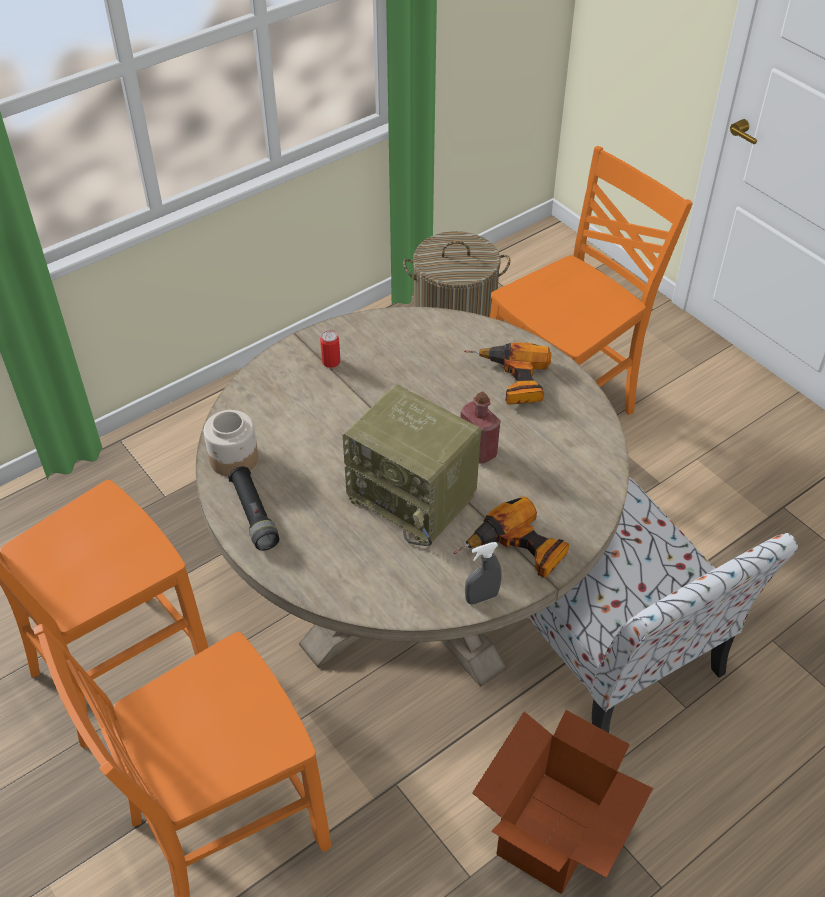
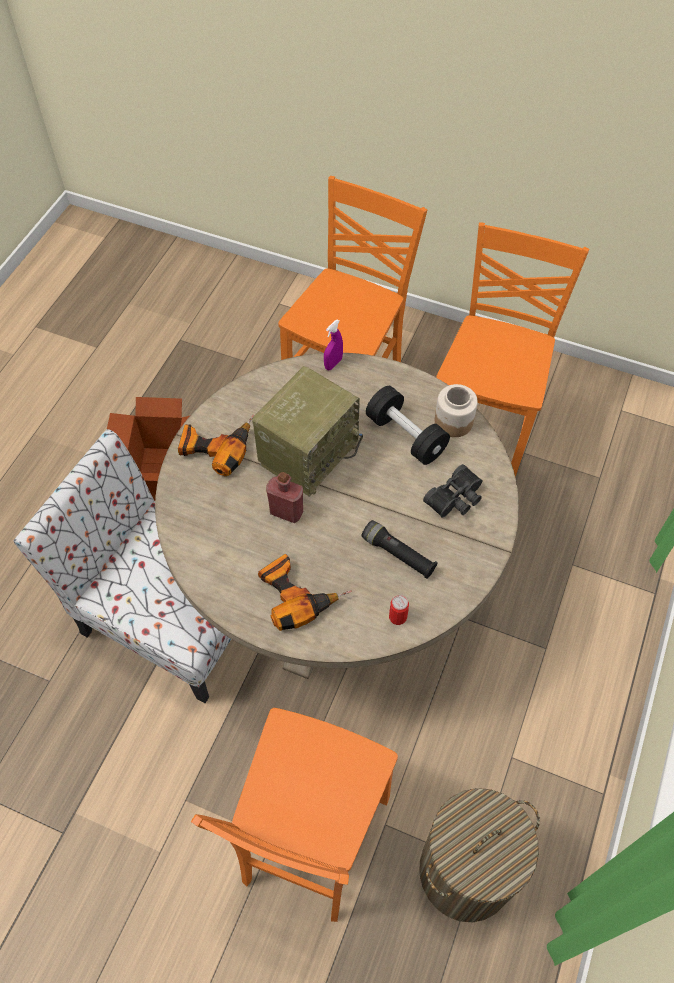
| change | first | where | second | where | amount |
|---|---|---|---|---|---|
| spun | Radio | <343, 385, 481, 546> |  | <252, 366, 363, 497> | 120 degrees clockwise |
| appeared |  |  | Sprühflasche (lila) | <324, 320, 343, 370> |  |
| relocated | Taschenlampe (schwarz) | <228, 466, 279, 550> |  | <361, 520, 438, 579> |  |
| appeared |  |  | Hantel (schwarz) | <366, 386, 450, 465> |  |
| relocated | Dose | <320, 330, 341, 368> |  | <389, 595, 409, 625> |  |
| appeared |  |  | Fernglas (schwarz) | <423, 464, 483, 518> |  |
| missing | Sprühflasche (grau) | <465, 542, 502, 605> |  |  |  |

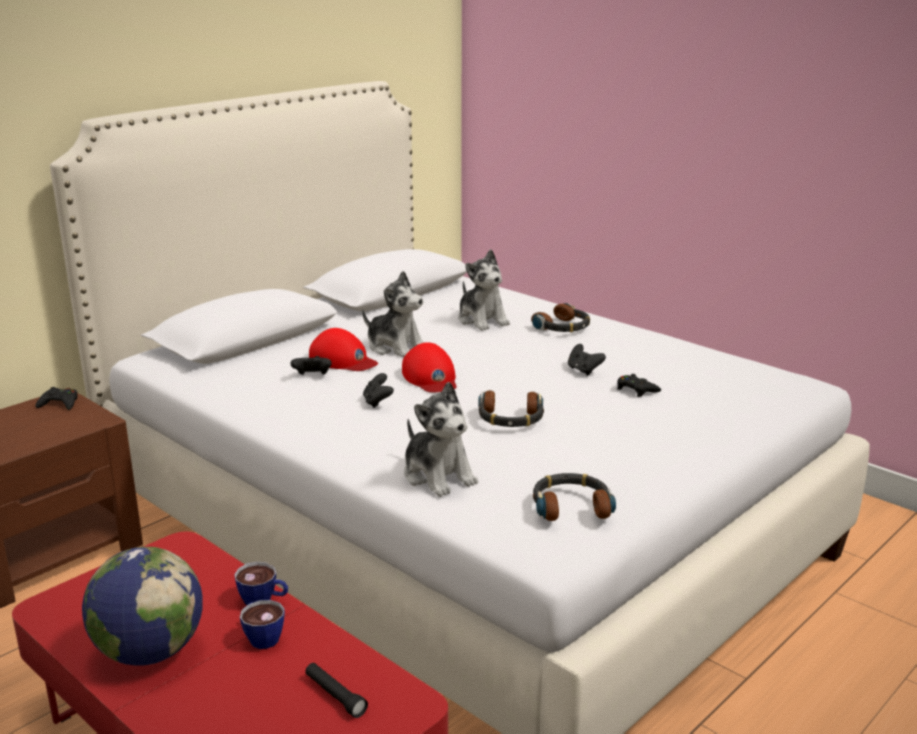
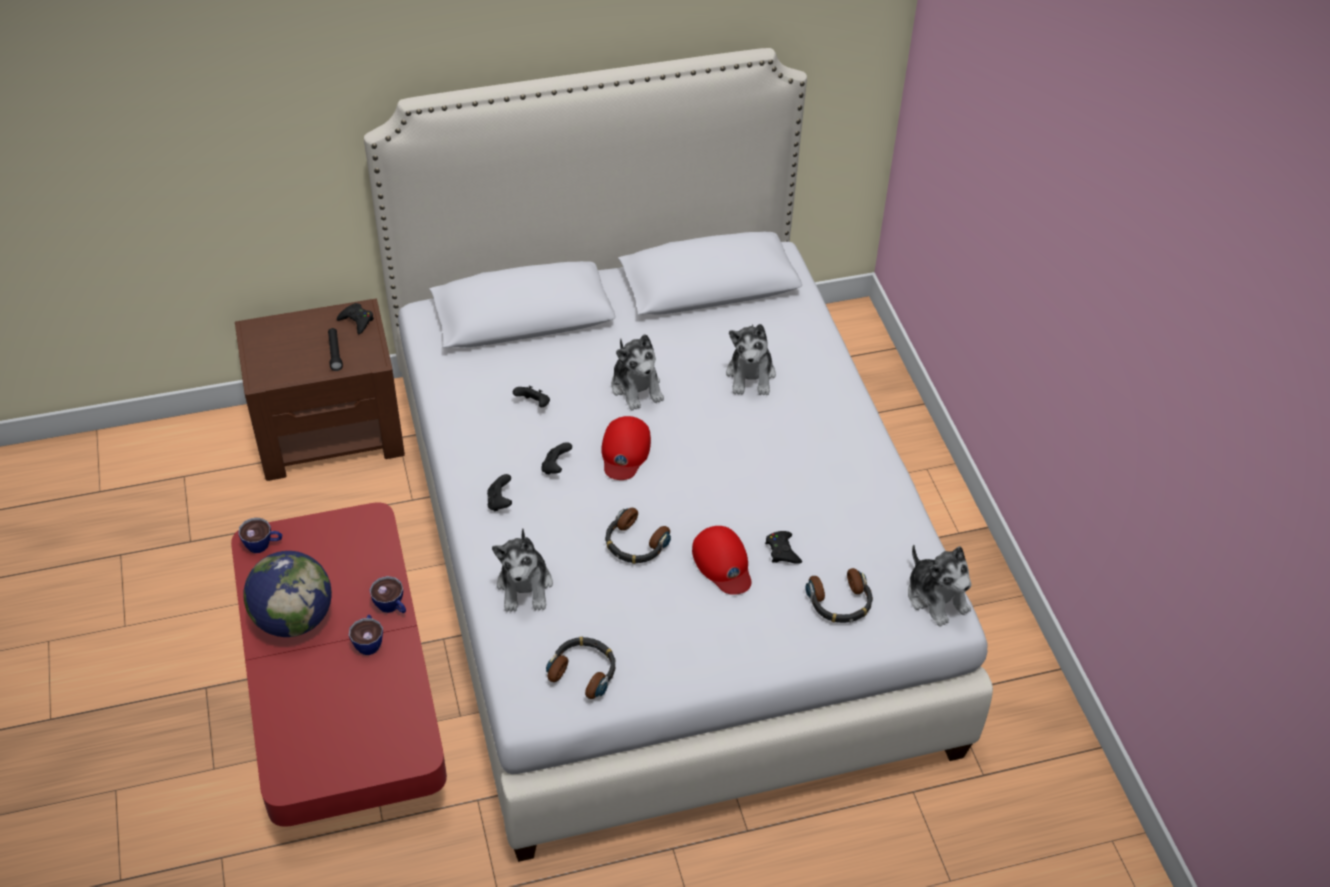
| change | first | where | second | where | amount |
|---|---|---|---|---|---|
| appeared |  |  | Tasse | <238, 518, 282, 553> |  |
| relocated | Taschenlampe (schwarz) | <305, 663, 368, 718> |  | <328, 328, 343, 371> |  |
| relocated | Gamepad (schwarz) | <568, 344, 606, 376> |  | <487, 474, 512, 511> |  |
| relocated | Kappe (rot) | <309, 328, 378, 371> |  | <692, 526, 752, 595> |  |
| relocated | Kopfhörer | <531, 303, 590, 332> |  | <805, 568, 873, 623> |  |
| appeared |  |  | Plüschtier | <908, 545, 972, 627> |  |

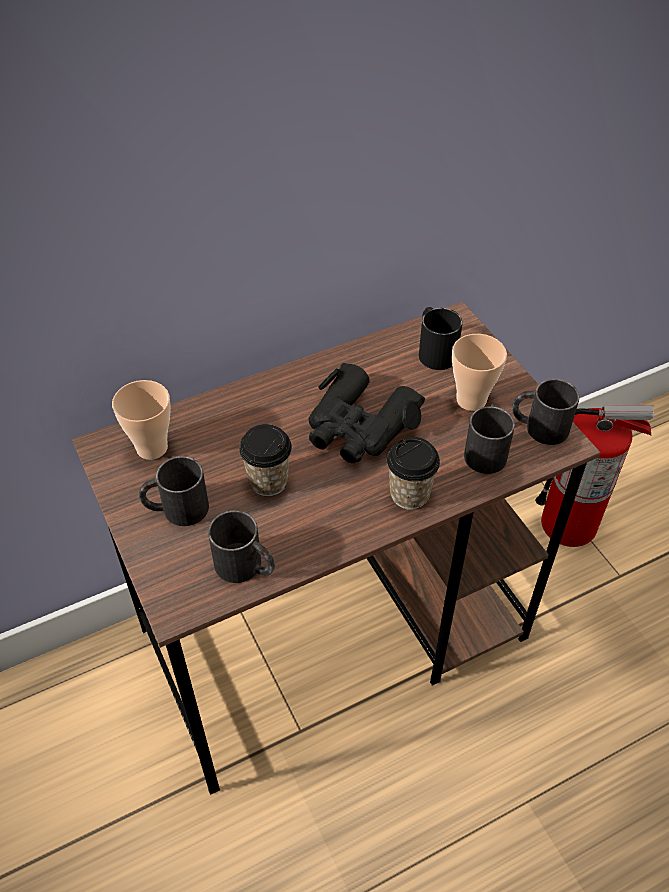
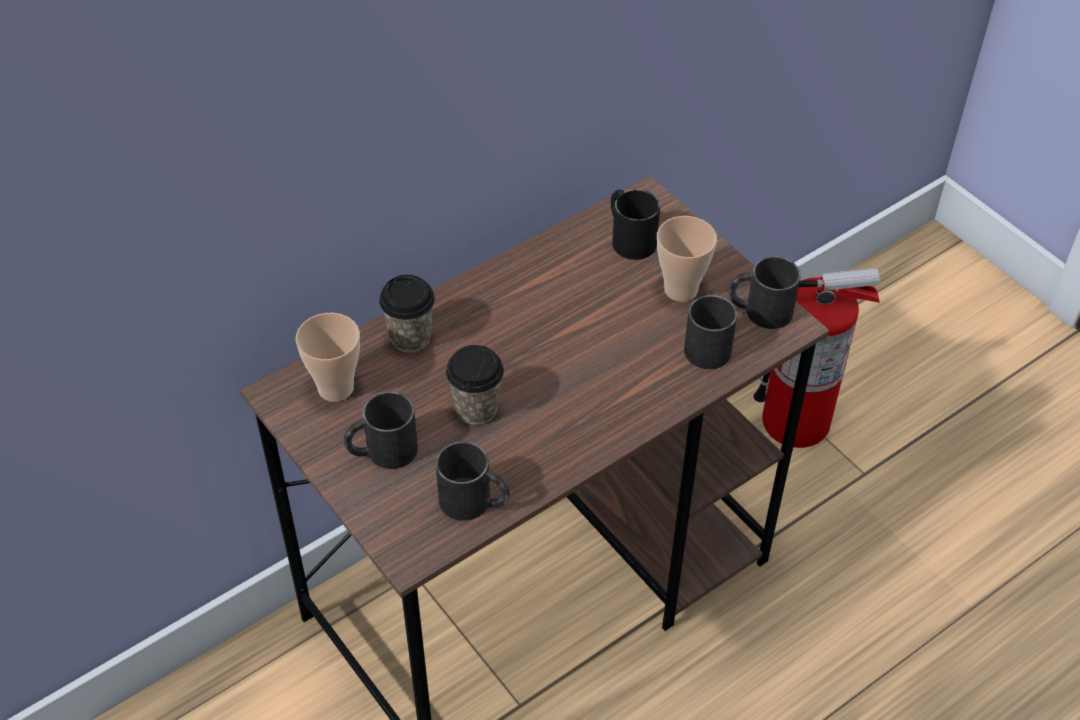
| change | first | where | second | where | amount |
|---|---|---|---|---|---|
| relocated | Tasse | <387, 437, 440, 510> |  | <379, 275, 435, 353> |  |
| missing | Fernglas (schwarz) | <308, 363, 425, 463> |  |  |  |

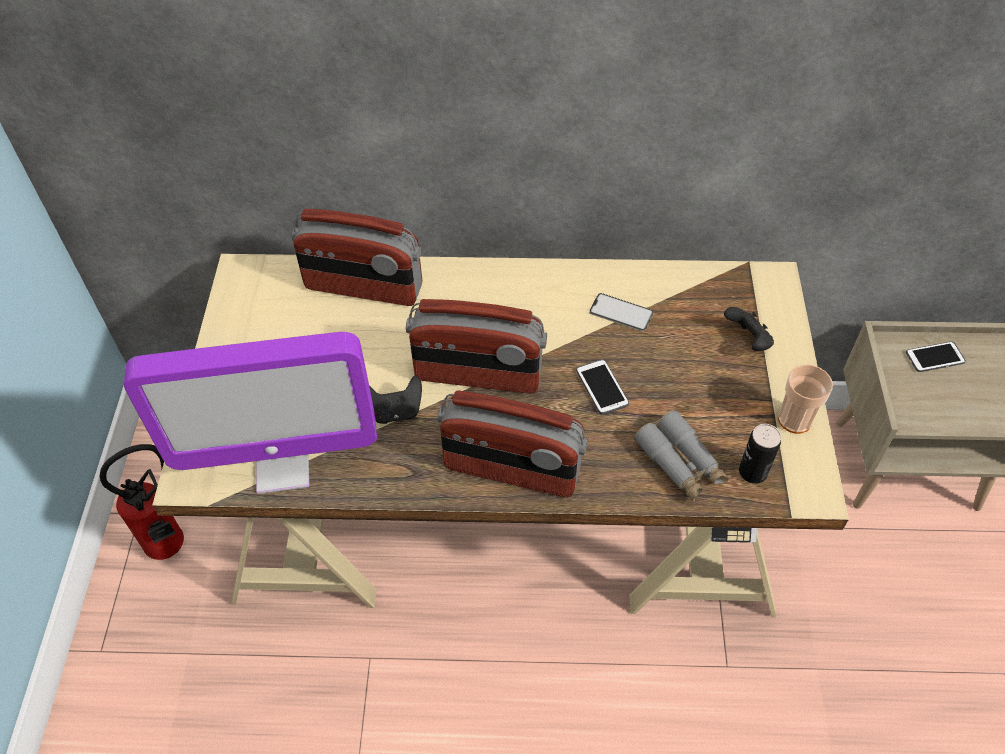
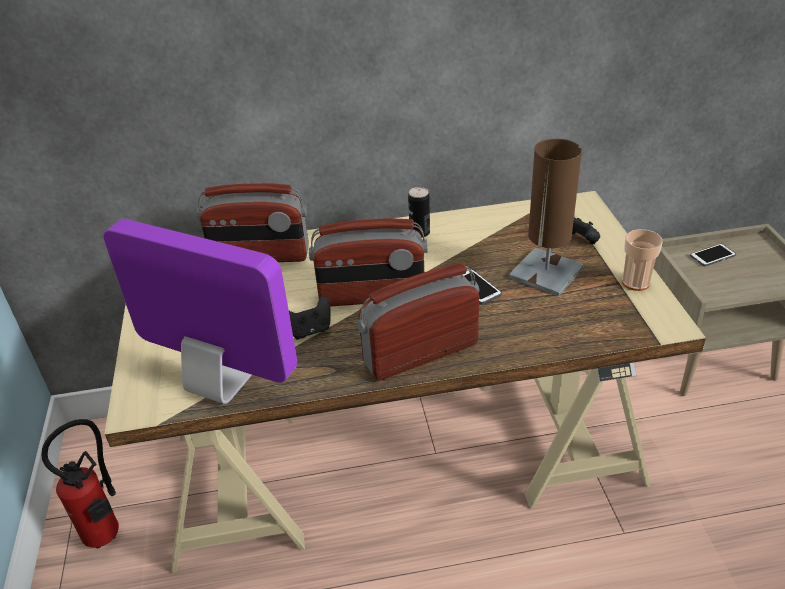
| change | first | where | second | where | amount |
|---|---|---|---|---|---|
| spun | Monitor | <124, 332, 377, 494> |  | <103, 219, 297, 404> | 135 degrees counterclockwise |
| spun | Radio | <437, 390, 588, 497> |  | <357, 263, 479, 380> | 150 degrees clockwise |
| relocated | Dose | <739, 424, 781, 484> |  | <408, 187, 430, 238> |  |
| appeared |  |  | Tischlampe (braun) | <509, 139, 584, 296> |  |
| missing | Handy | <589, 293, 654, 331> |  |  |  |
| missing | Fernglas (grau) | <635, 410, 729, 502> |  |  |  |

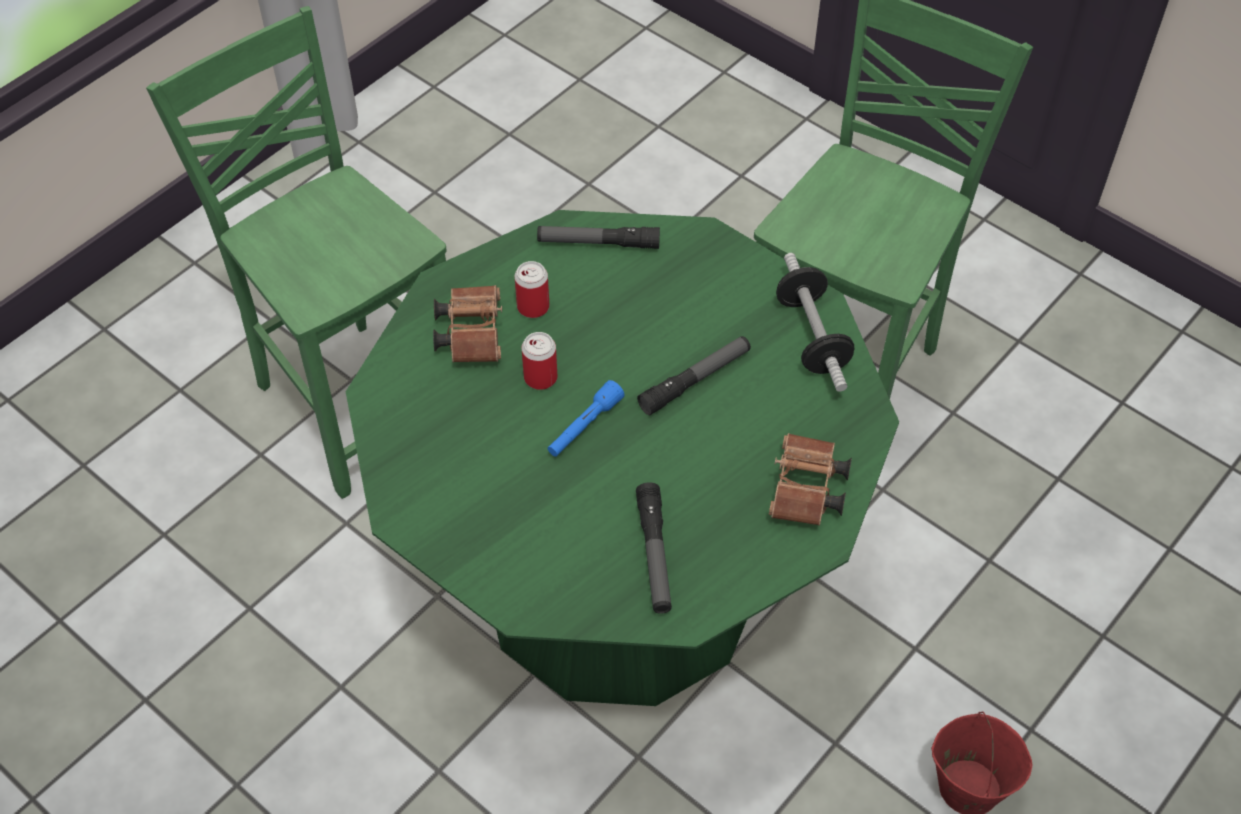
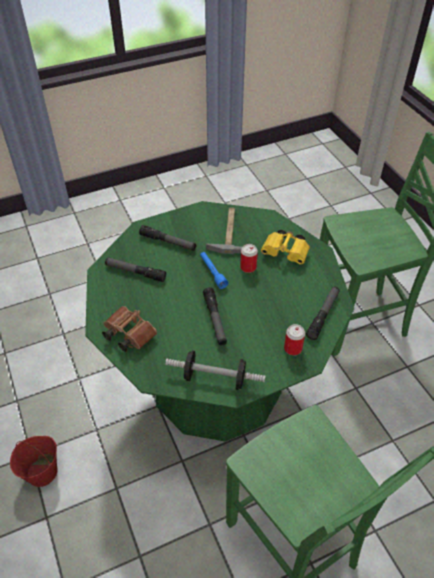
| change | first | where | second | where | amount |
|---|---|---|---|---|---|
| appeared |  |  | Taschenlampe | <139, 225, 196, 251> |  |
| appeared |  |  | Hammer | <206, 208, 243, 254> |  |
| colour | Fernglas (braun) | <433, 285, 502, 362> | Fernglas (gelb) | <261, 230, 310, 264> |  |
| relocated | Dose | <514, 261, 549, 318> |  | <284, 324, 305, 355> |  |

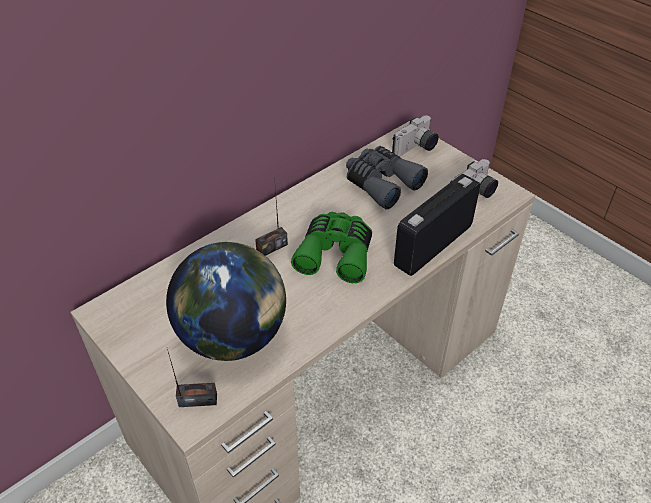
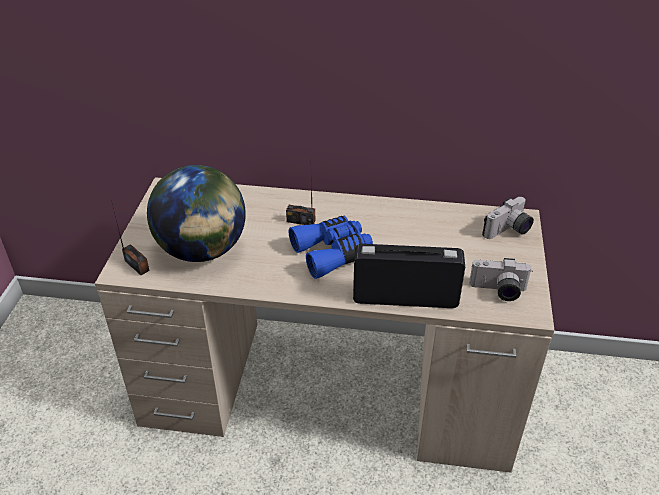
| change | first | where | second | where | amount |
|---|---|---|---|---|---|
| colour | Fernglas (grün) | <291, 212, 372, 283> | Fernglas (blau) | <289, 216, 373, 279> |  |
| spun | Kamera | <392, 115, 439, 157> |  | <482, 197, 534, 239> | 45 degrees counterclockwise |
| missing | Fernglas (grau) | <346, 146, 428, 209> |  |  |  |

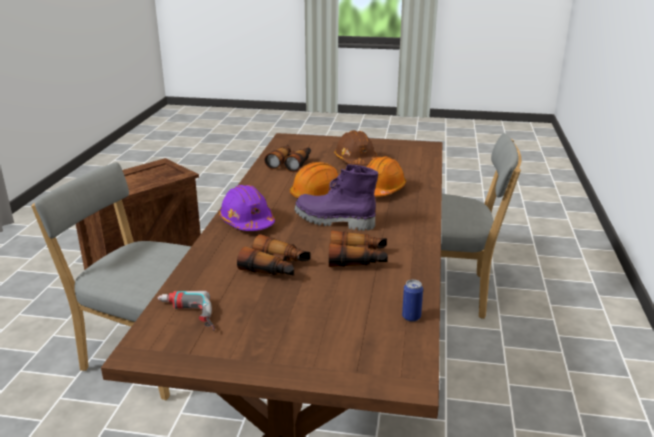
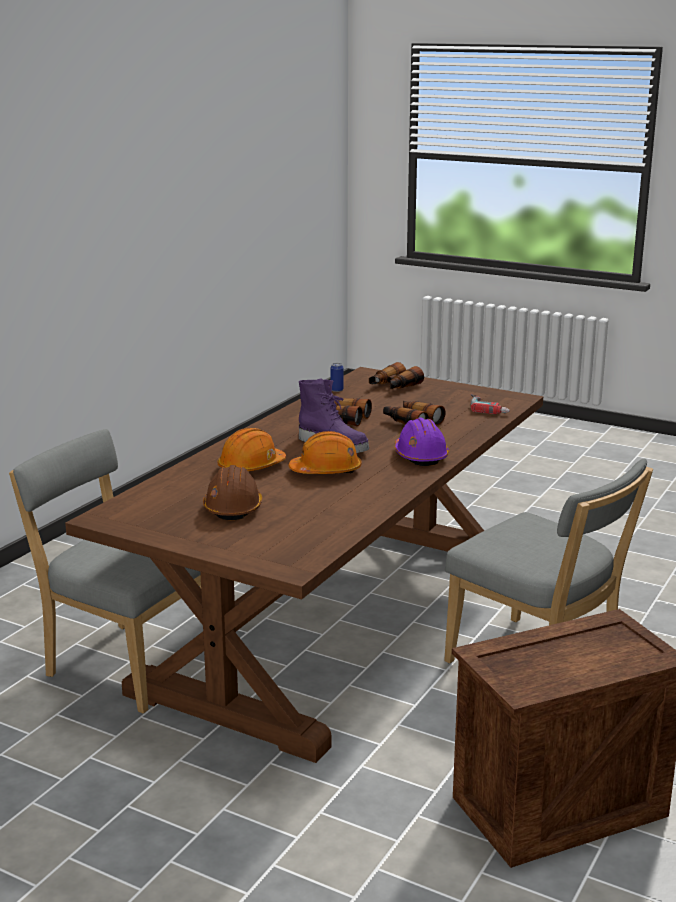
| change | first | where | second | where | amount |
|---|---|---|---|---|---|
| relocated | Fernglas | <264, 145, 311, 172> |  | <369, 362, 424, 389> |  |

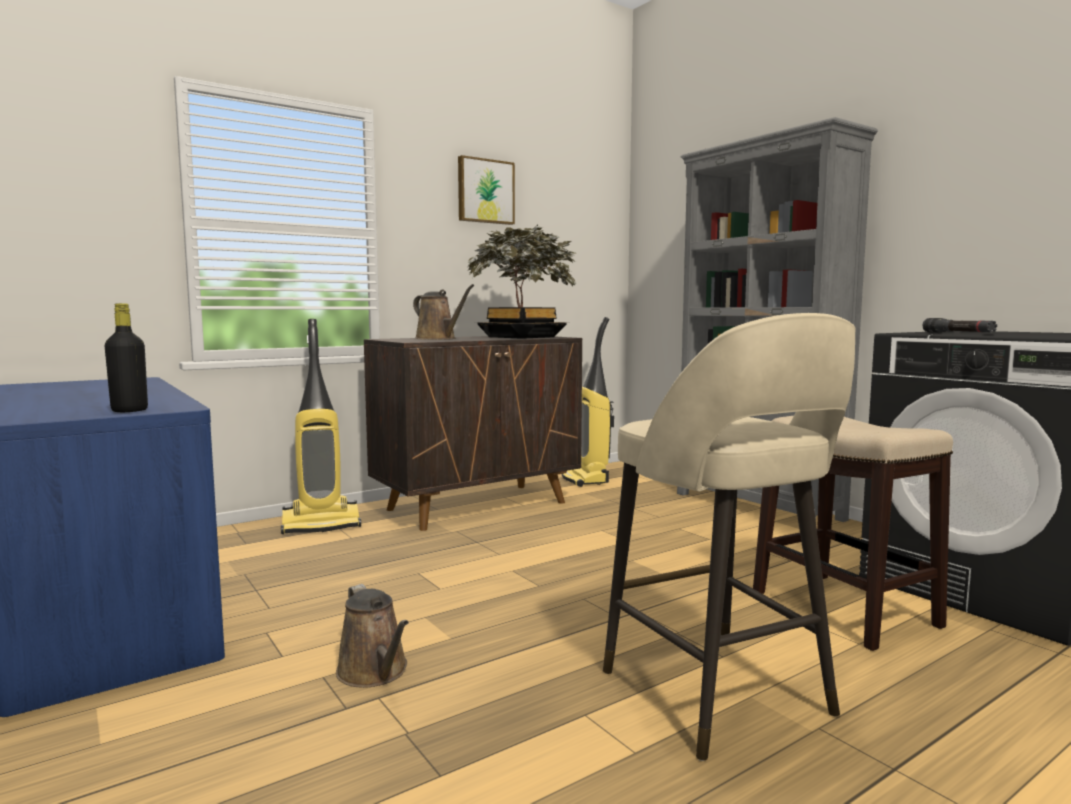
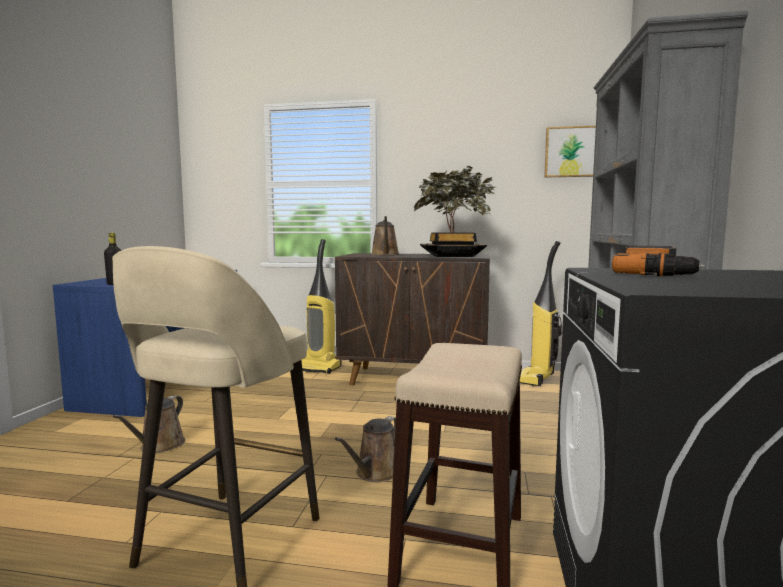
| change | first | where | second | where | amount |
|---|---|---|---|---|---|
| appeared |  |  | Gießkanne (braun) | <335, 416, 396, 482> |  |
| relocated | Bild | <458, 155, 515, 225> |  | <544, 126, 596, 178> |  |
| exchanged | Taschenlampe (schwarz) | <923, 318, 997, 333> | Bohrmaschine | <612, 245, 705, 276> |  |

